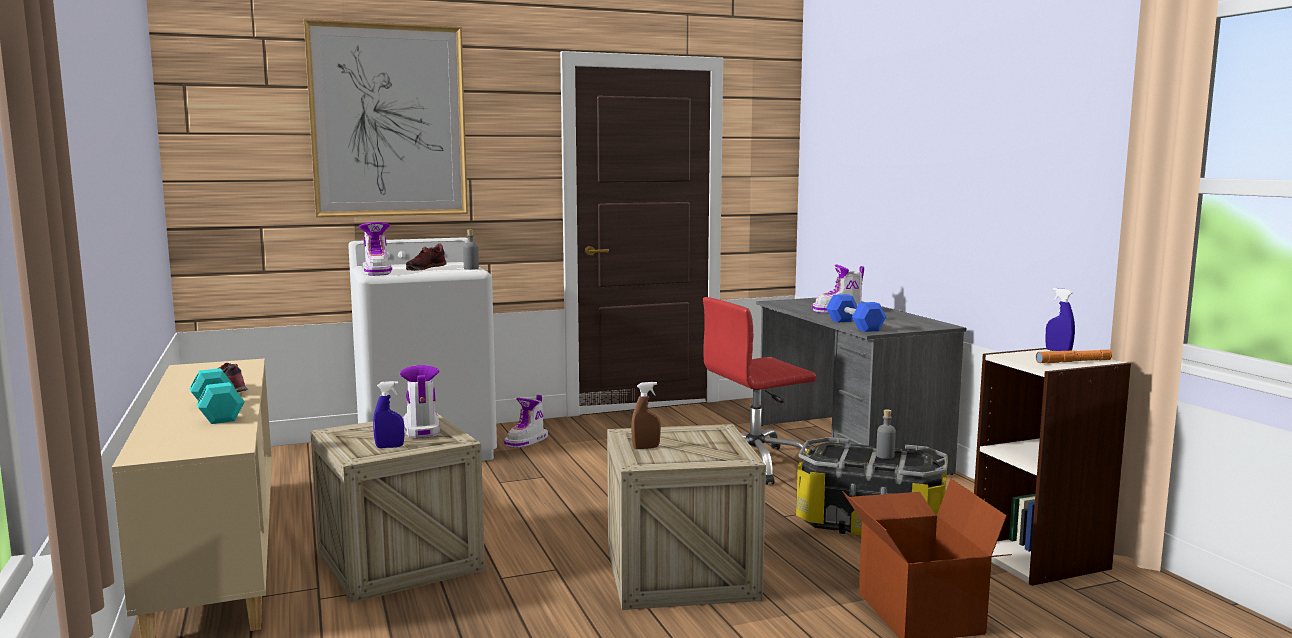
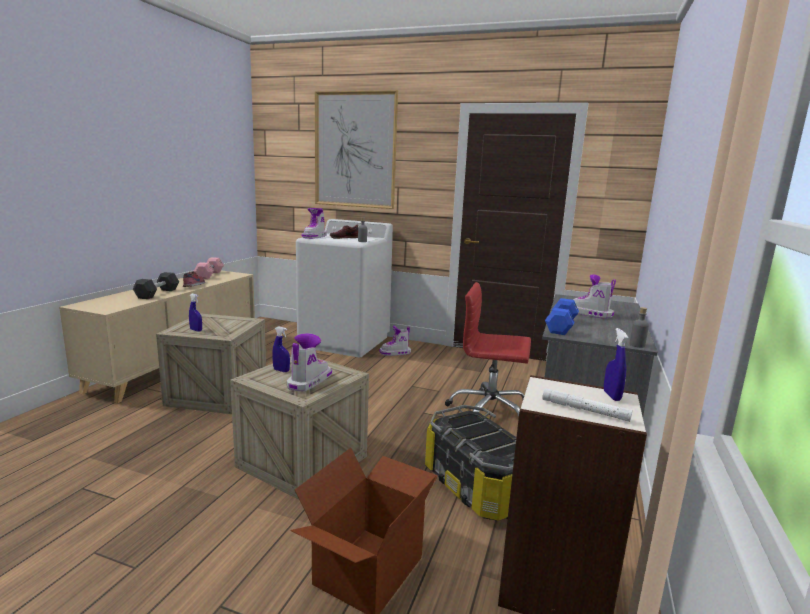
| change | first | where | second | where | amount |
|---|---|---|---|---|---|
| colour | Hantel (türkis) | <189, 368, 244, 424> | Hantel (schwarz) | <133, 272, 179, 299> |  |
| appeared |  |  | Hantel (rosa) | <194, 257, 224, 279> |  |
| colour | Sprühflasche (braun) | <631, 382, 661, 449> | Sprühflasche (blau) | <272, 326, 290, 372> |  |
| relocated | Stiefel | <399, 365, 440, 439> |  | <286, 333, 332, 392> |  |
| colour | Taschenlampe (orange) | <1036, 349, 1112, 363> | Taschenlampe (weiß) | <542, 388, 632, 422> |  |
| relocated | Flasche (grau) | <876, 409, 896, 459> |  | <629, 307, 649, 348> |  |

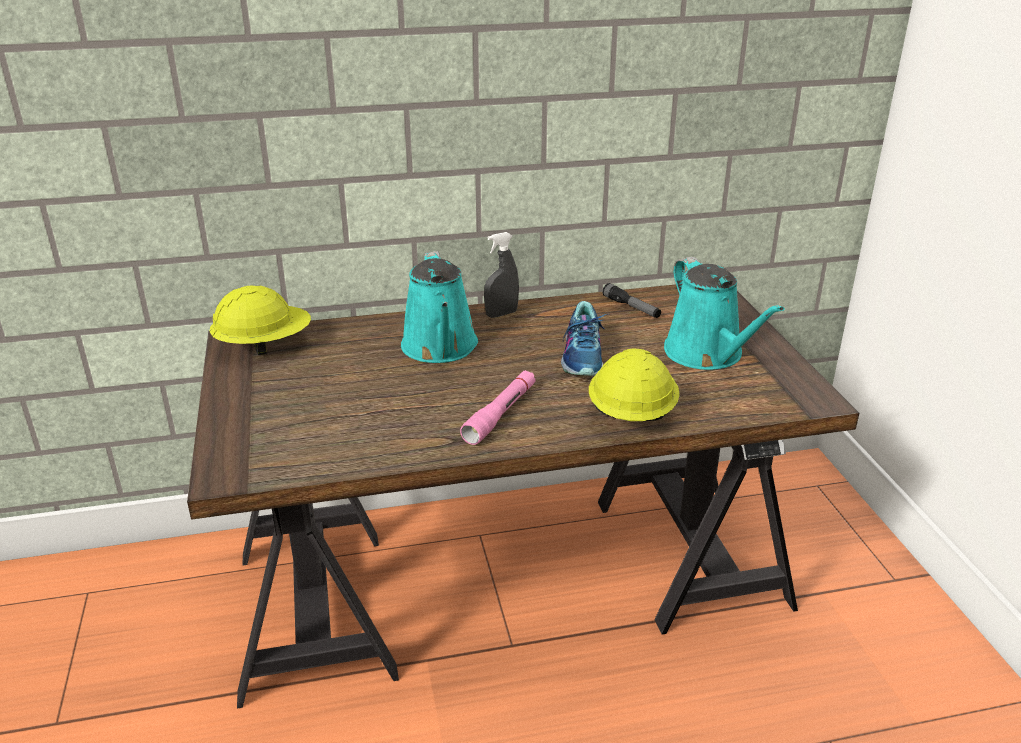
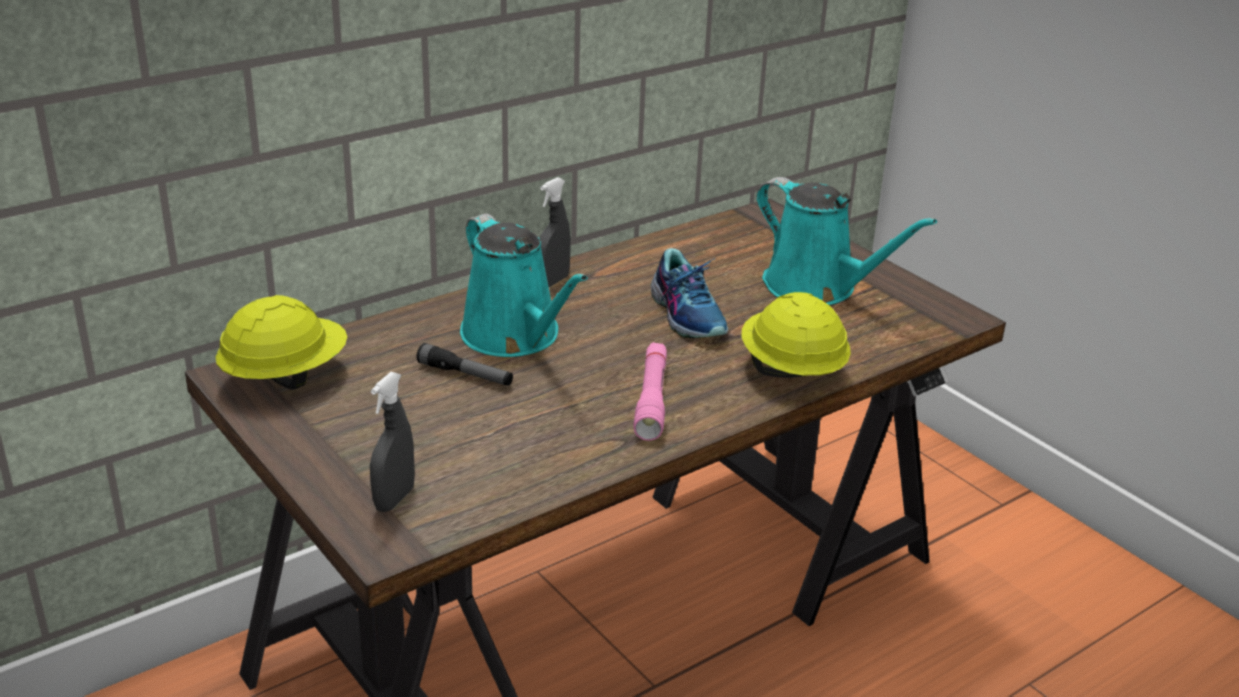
| change | first | where | second | where | amount |
|---|---|---|---|---|---|
| appeared |  |  | Sprühflasche (grau) | <370, 372, 415, 512> |  |
| relocated | Taschenlampe | <602, 283, 661, 318> |  | <416, 343, 513, 386> |  |

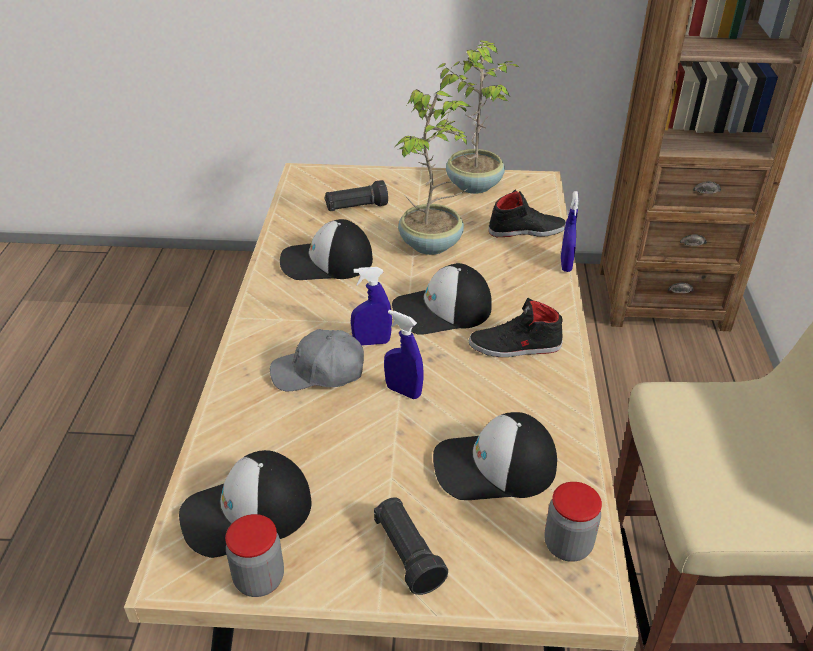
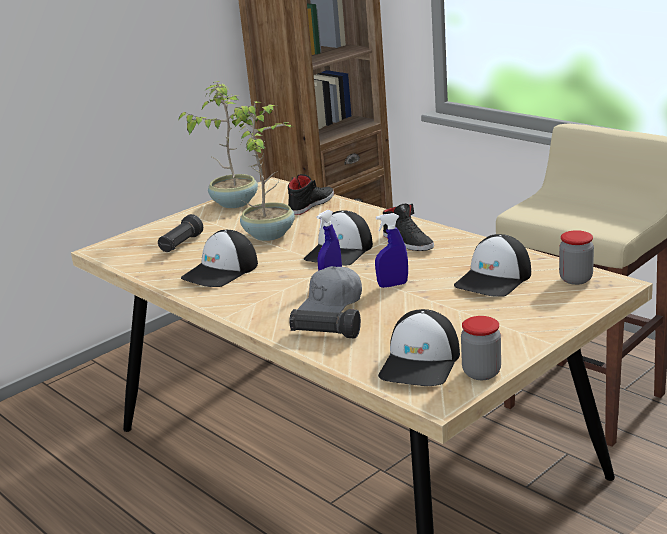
| change | first | where | second | where | amount |
|---|---|---|---|---|---|
| relocated | Taschenlampe (schwarz) | <374, 498, 448, 595> |  | <289, 309, 361, 339> |  |
| spun | Schuh (schwarz) | <469, 298, 563, 357> |  | <383, 204, 434, 251> | 75 degrees counterclockwise |
| missing | Sprühflasche (blau) | <561, 191, 579, 272> |  |  |  |

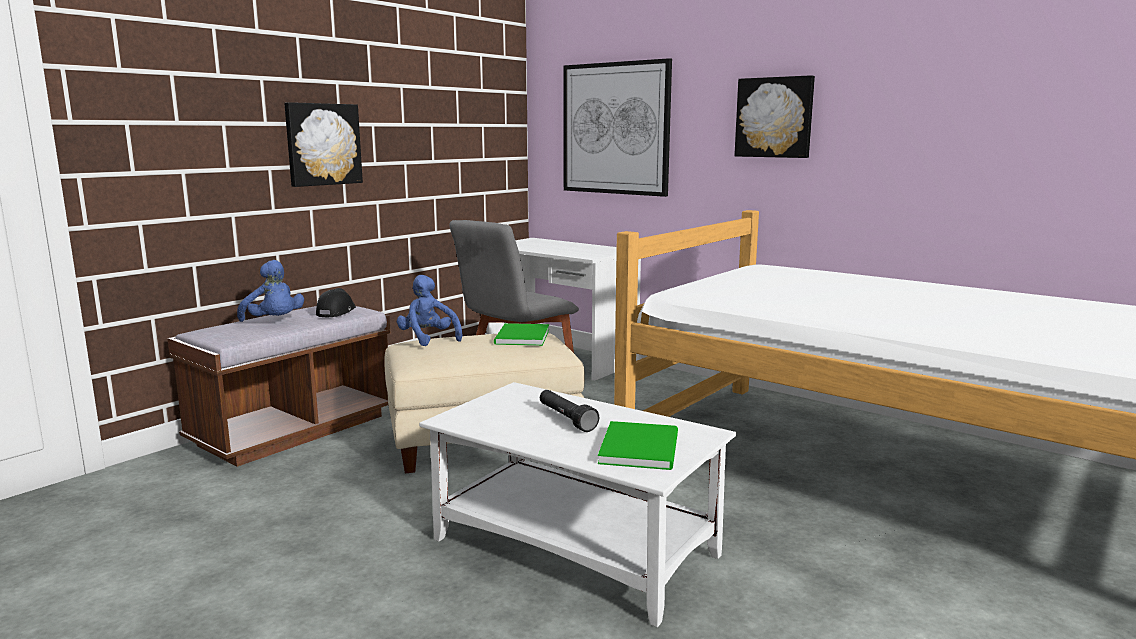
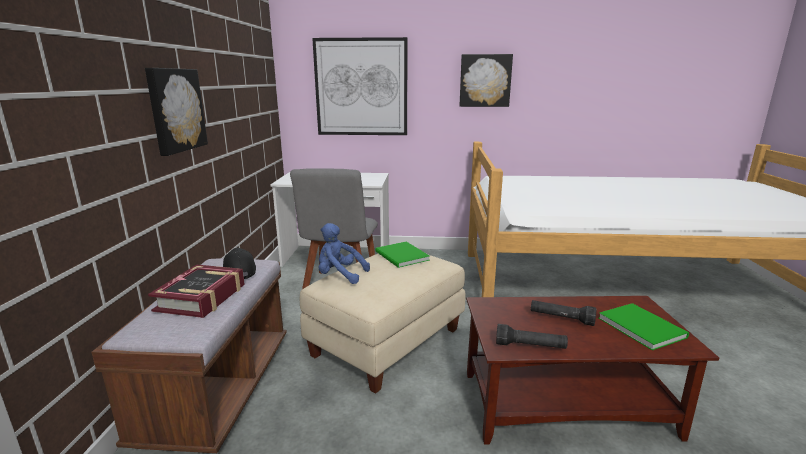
| change | first | where | second | where | amount |
|---|---|---|---|---|---|
| exchanged | Plüschtier (blau) | <237, 260, 304, 322> | Buch | <148, 264, 245, 318> |  |
| colour | Couchtisch (weiß) | <419, 382, 736, 627> | Couchtisch (braun) | <466, 296, 719, 445> |  |
| appeared |  |  | Taschenlampe (schwarz) | <496, 324, 568, 349> |  |

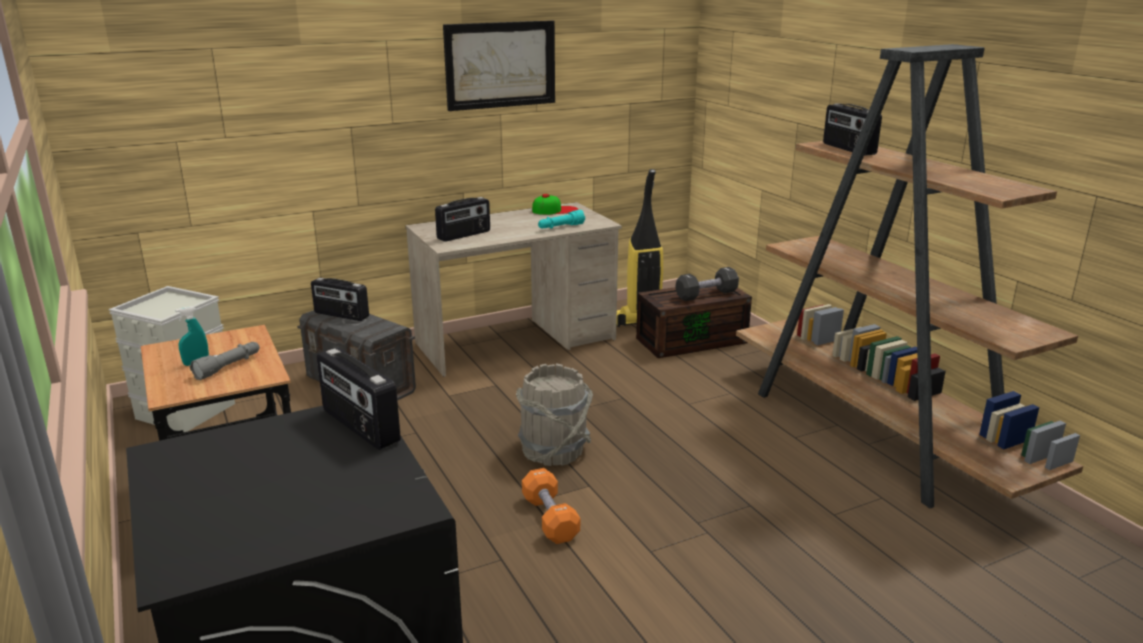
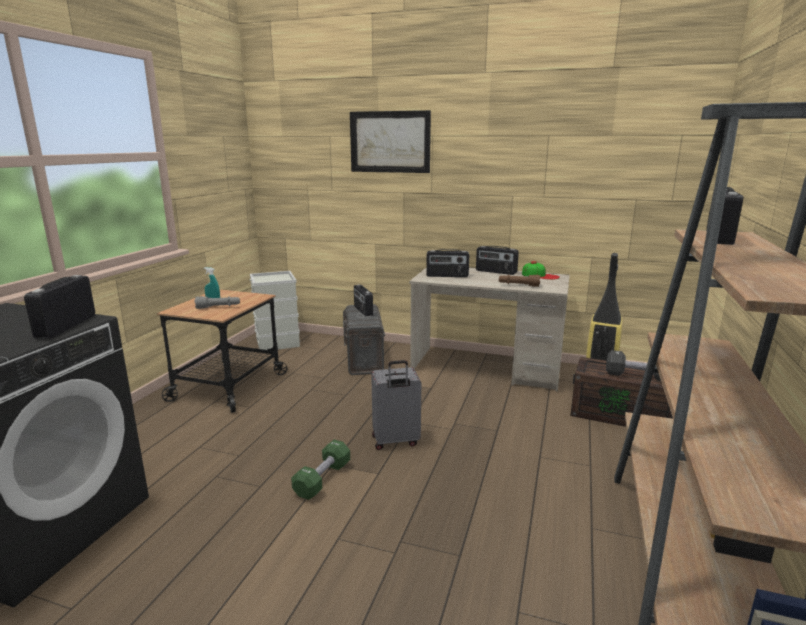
| change | first | where | second | where | amount |
|---|---|---|---|---|---|
| colour | Hantel (orange) | <522, 468, 580, 544> | Hantel (grün) | <291, 440, 350, 500> |  |
| relocated | Bild | <443, 20, 555, 111> |  | <350, 110, 431, 173> |  |
| exchanged | Eimer (grau) | <516, 363, 593, 466> | Koffer (grau) | <371, 360, 421, 450> |  |
| appeared |  |  | Radio | <476, 246, 519, 275> |  |
| colour | Taschenlampe (türkis) | <538, 210, 585, 229> | Taschenlampe (braun) | <499, 275, 540, 287> |  |

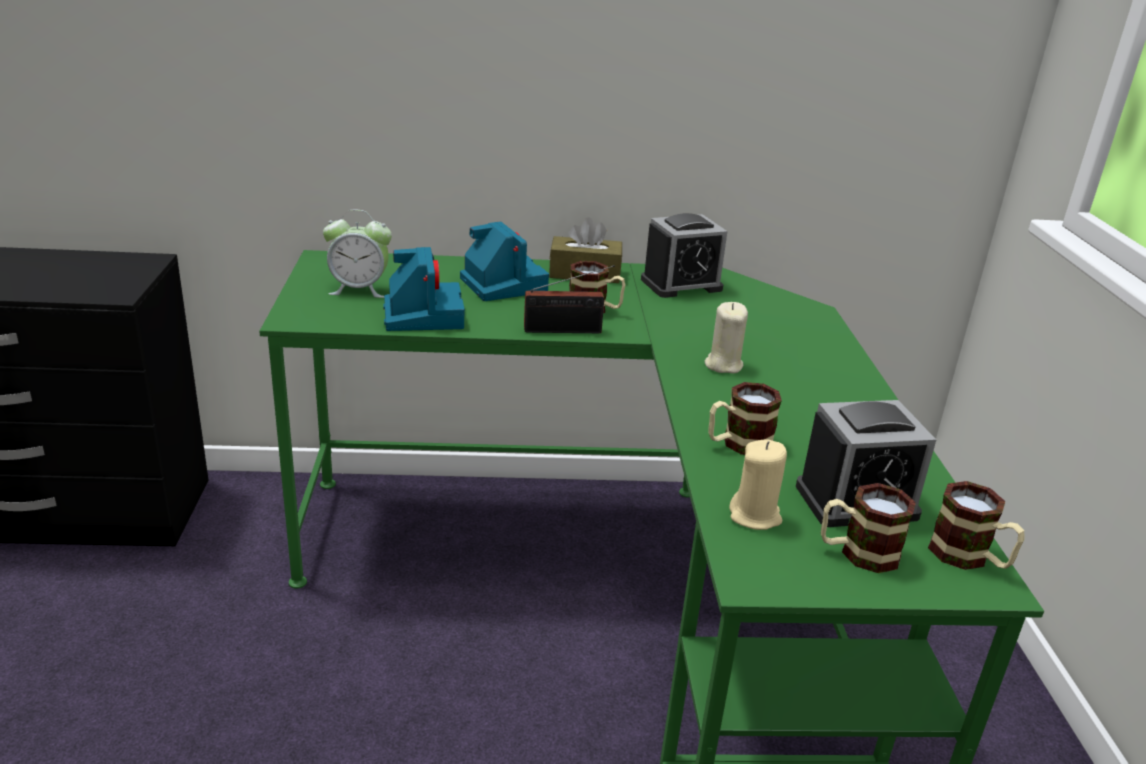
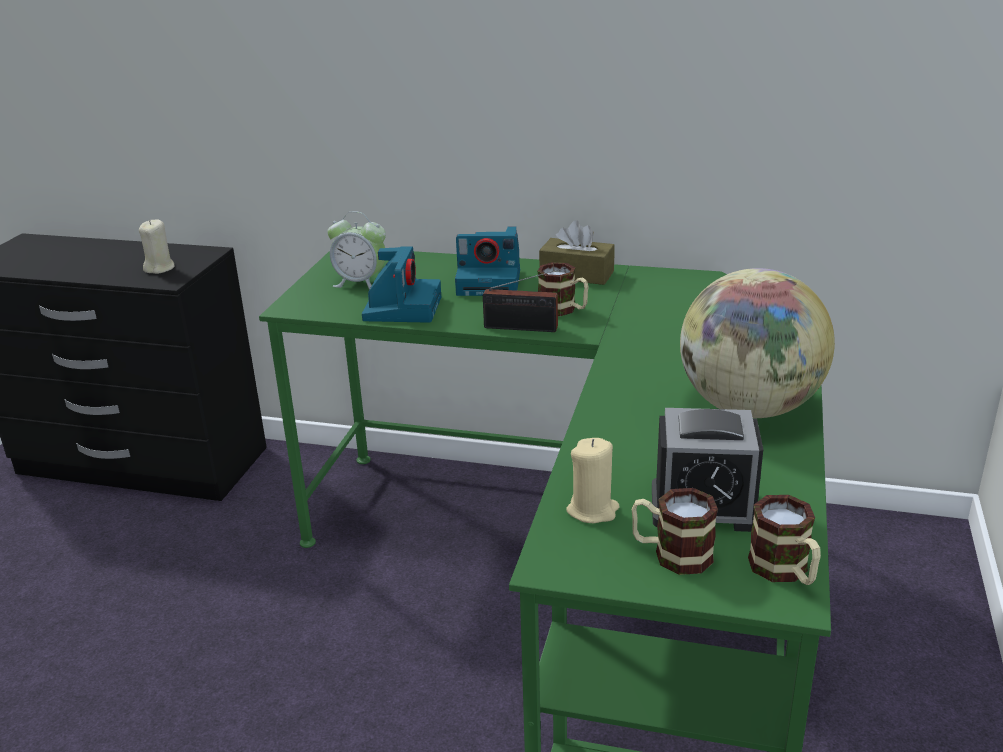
| change | first | where | second | where | amount |
|---|---|---|---|---|---|
| relocated | Kerze (beige) | <705, 302, 748, 373> |  | <139, 220, 175, 274> |  |
| spun | Kamera | <460, 222, 549, 301> |  | <455, 226, 520, 296> | 105 degrees clockwise |
| appeared |  |  | Globus | <680, 268, 835, 418> |  |
| missing | Wecker | <641, 213, 728, 298> |  |  |  |
| missing | Henkelbecher | <708, 382, 782, 455> |  |  |  |

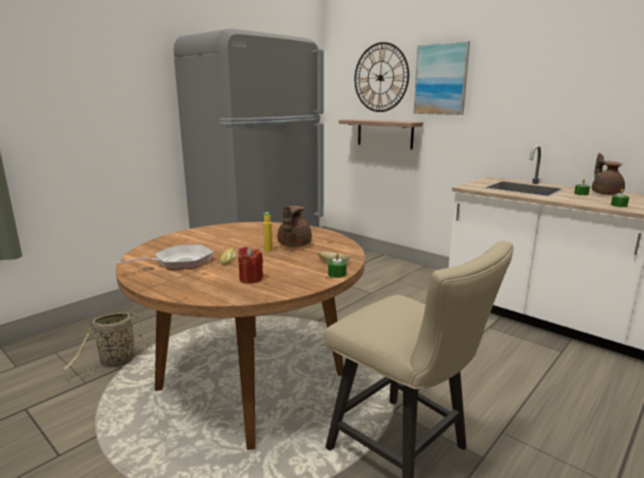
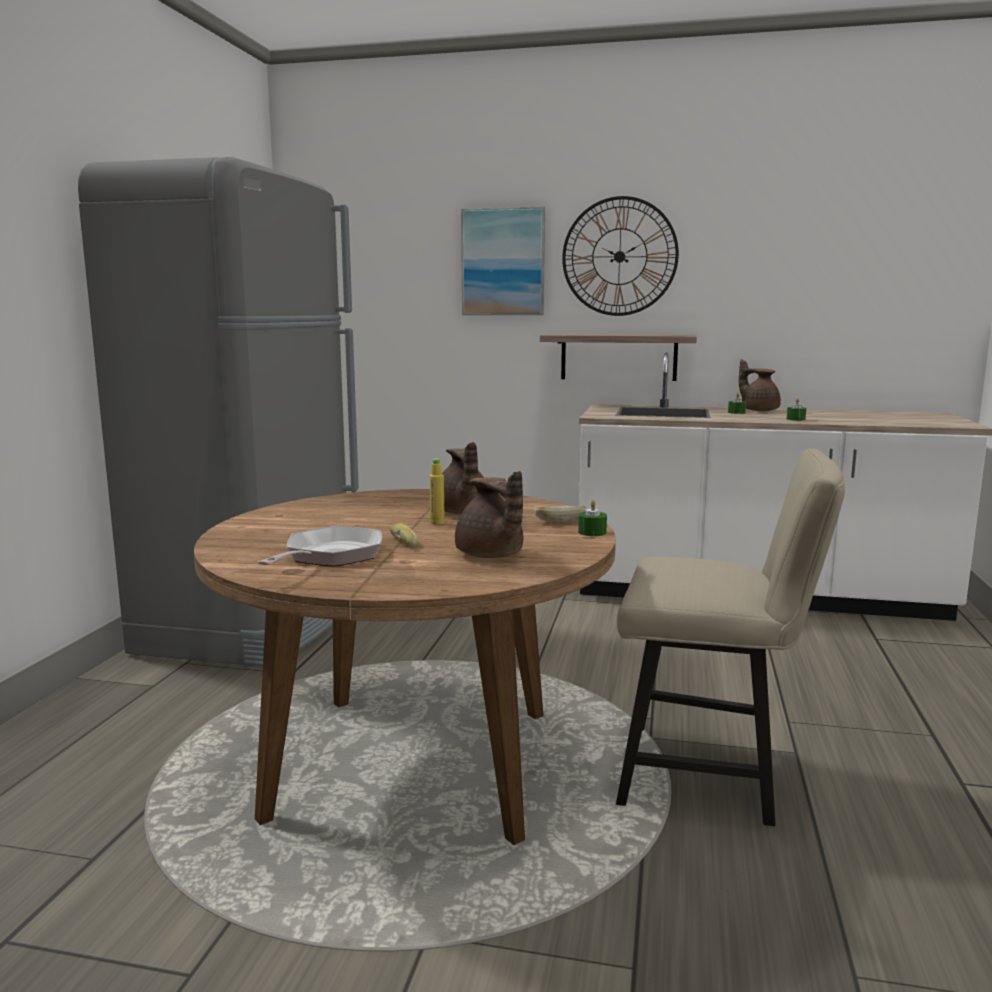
| change | first | where | second | where | amount |
|---|---|---|---|---|---|
| exchanged | Kerze (rot) | <238, 247, 263, 284> | Teekanne (braun) | <455, 471, 523, 558> |  |
| relocated | Wandregal | <339, 119, 423, 149> |  | <540, 334, 697, 381> |  |
| relocated | Wanduhr | <355, 42, 409, 112> |  | <562, 196, 679, 316> |  |
| missing | Korb | <61, 311, 153, 378> |  |  |  |

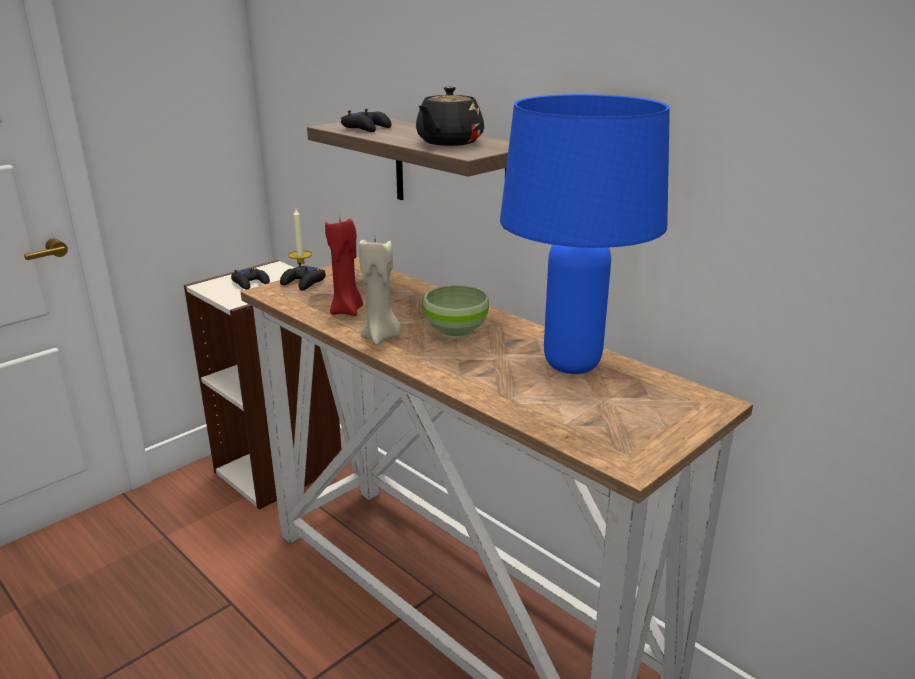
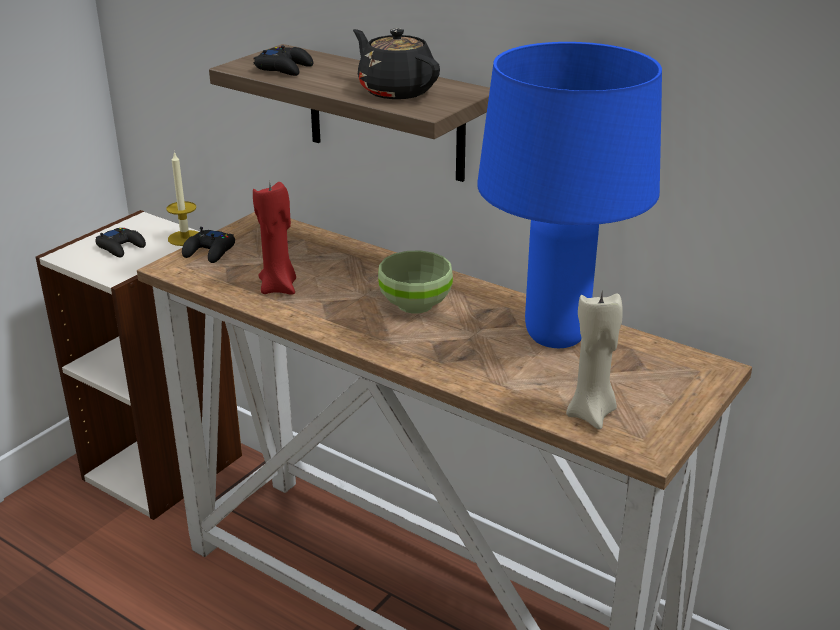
| change | first | where | second | where | amount |
|---|---|---|---|---|---|
| spun | Teekanne (schwarz) | <416, 86, 484, 146> |  | <353, 28, 440, 99> | 120 degrees clockwise |
| relocated | Kerze (beige) | <359, 239, 401, 345> |  | <566, 293, 623, 430> |  |

